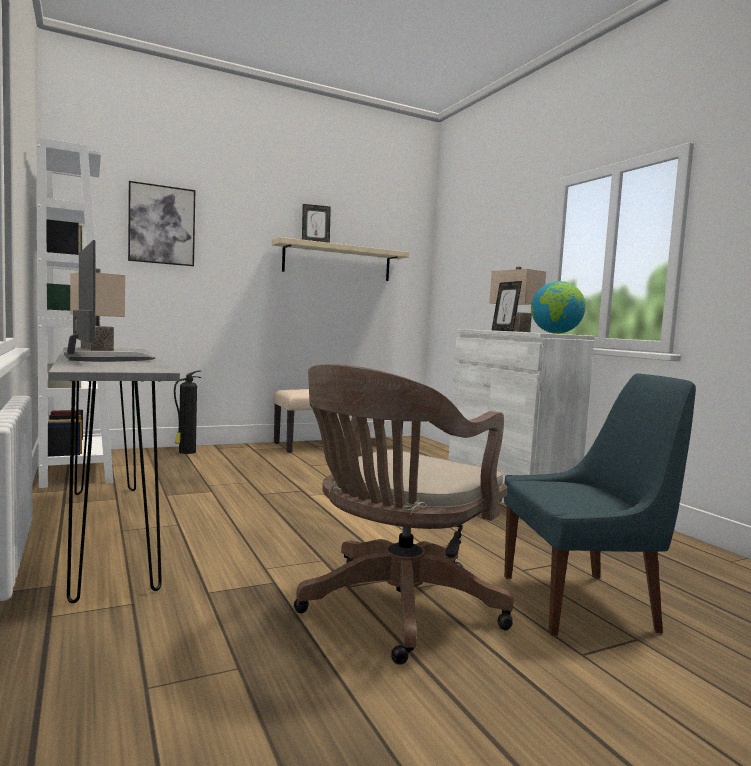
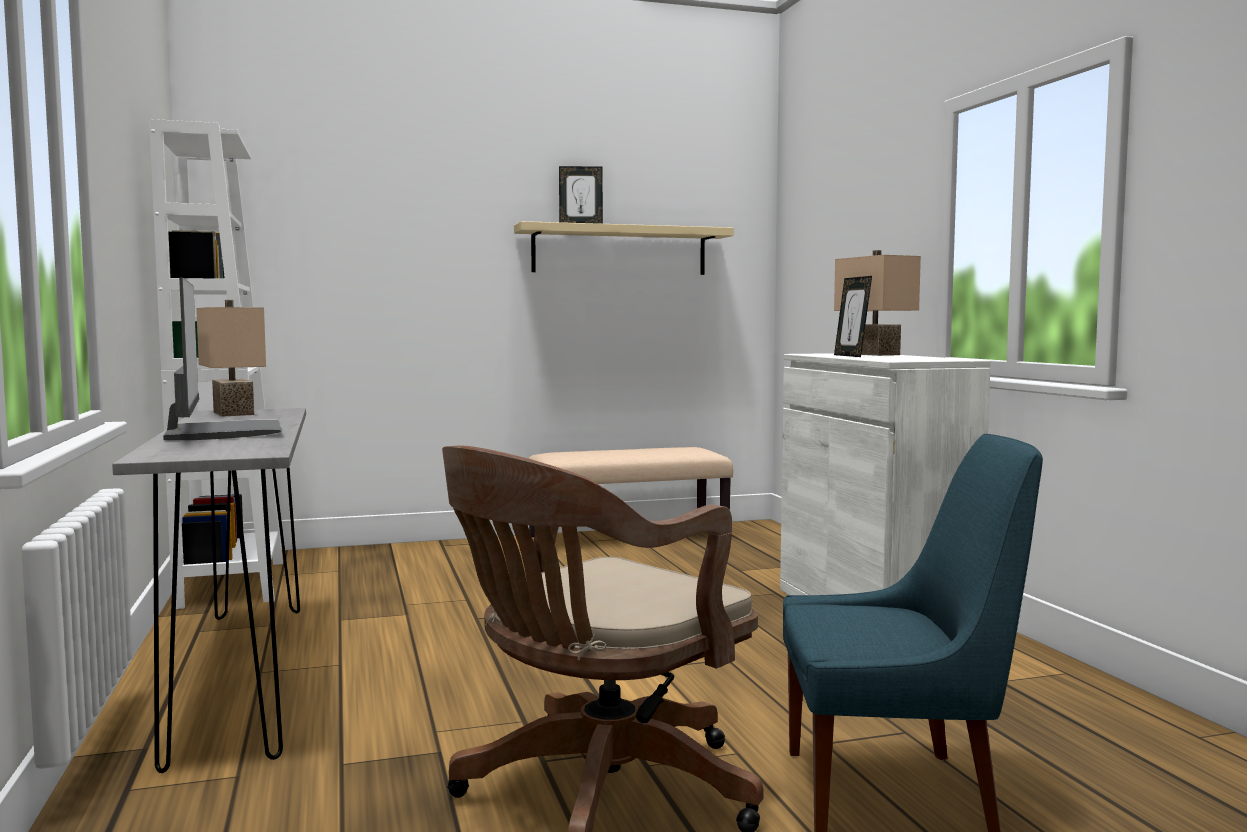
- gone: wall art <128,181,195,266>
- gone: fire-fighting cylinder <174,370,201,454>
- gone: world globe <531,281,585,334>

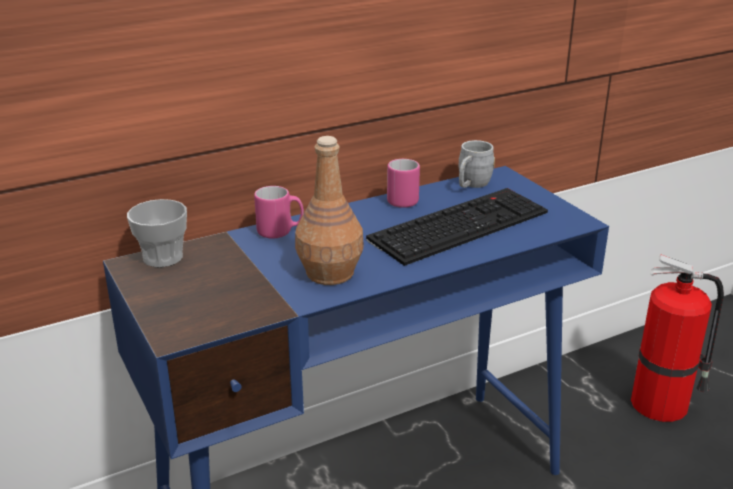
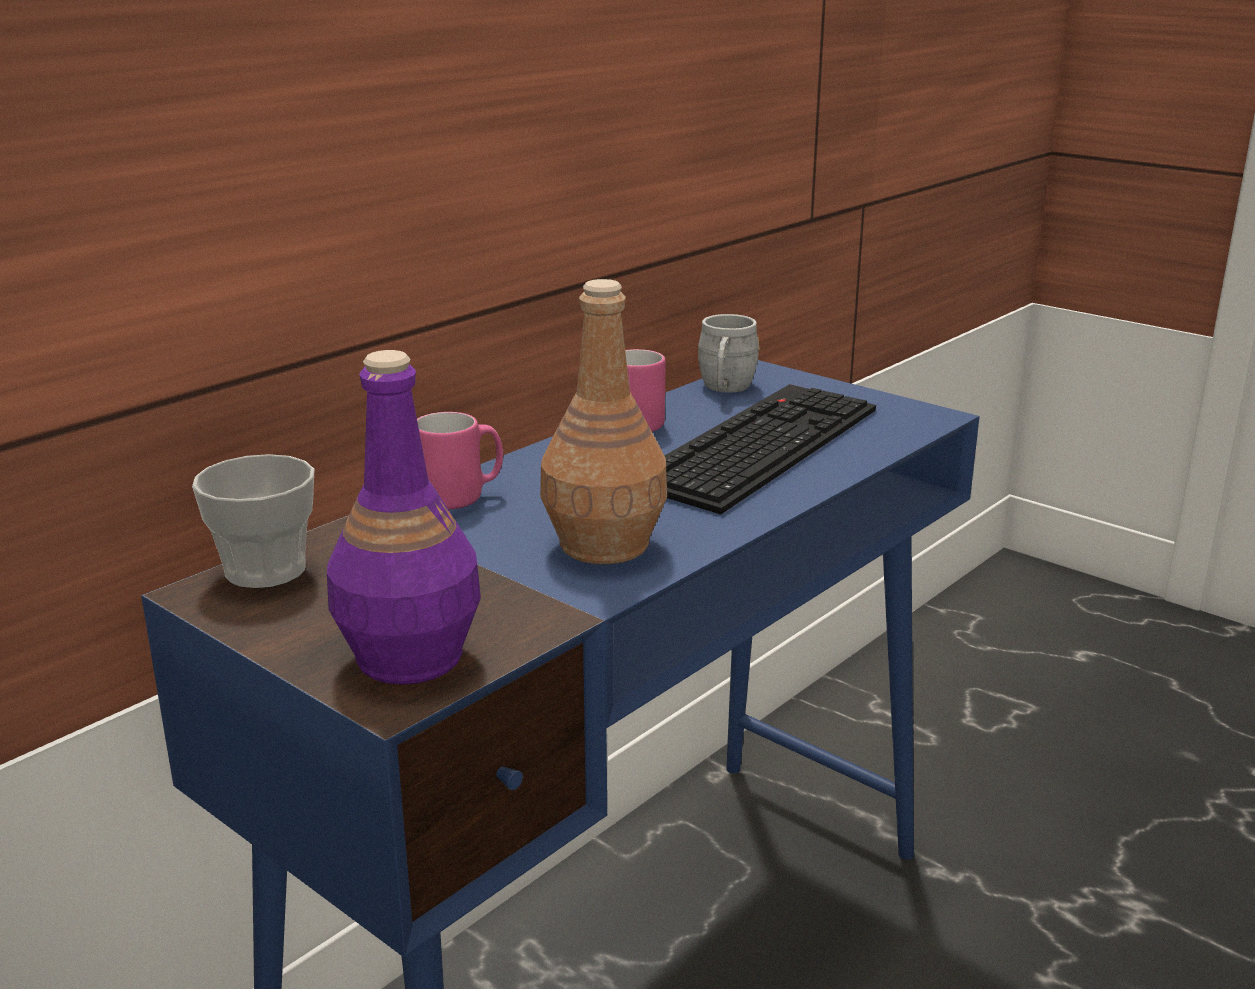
- gone: fire-fighting cylinder <631,255,724,422>
- new: beverage bottle (purple-coloured) <327,350,481,685>

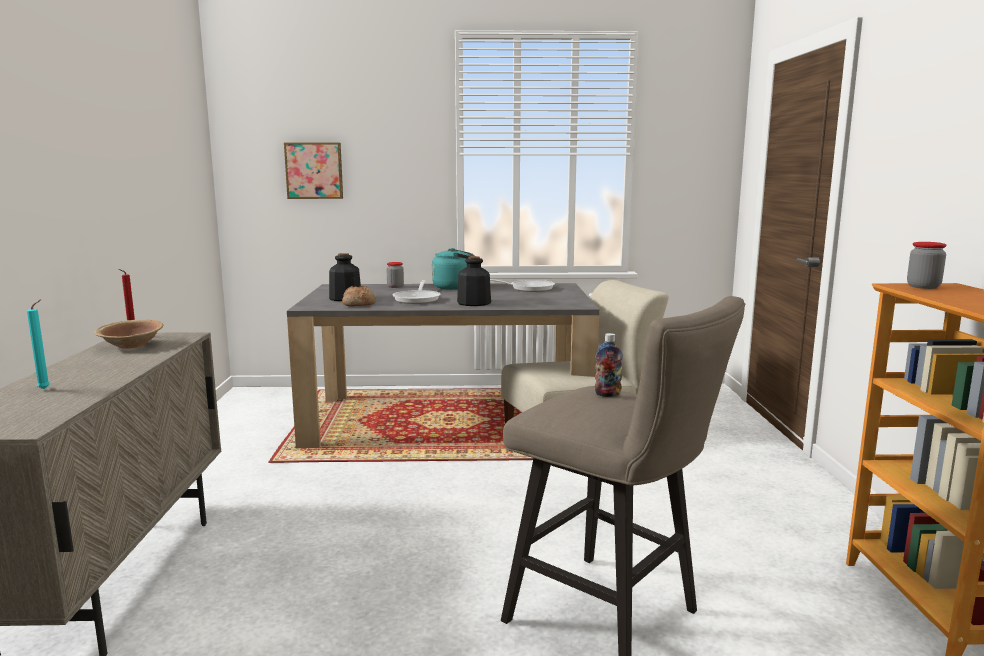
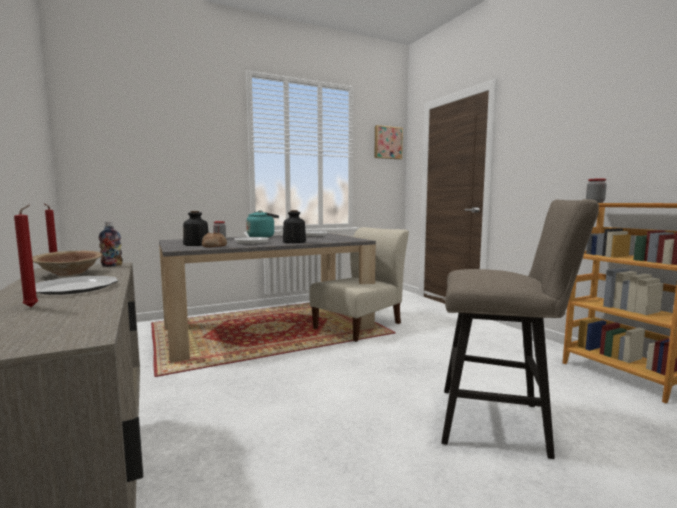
- repainted: candle (blue-green) <27,299,50,389> to candle (red) <14,205,38,307>
- shifted: wall art <284,143,343,199> to <374,125,403,159>
- shifted: beverage bottle <595,333,623,397> to <99,221,123,267>
- new: plate <35,276,118,295>

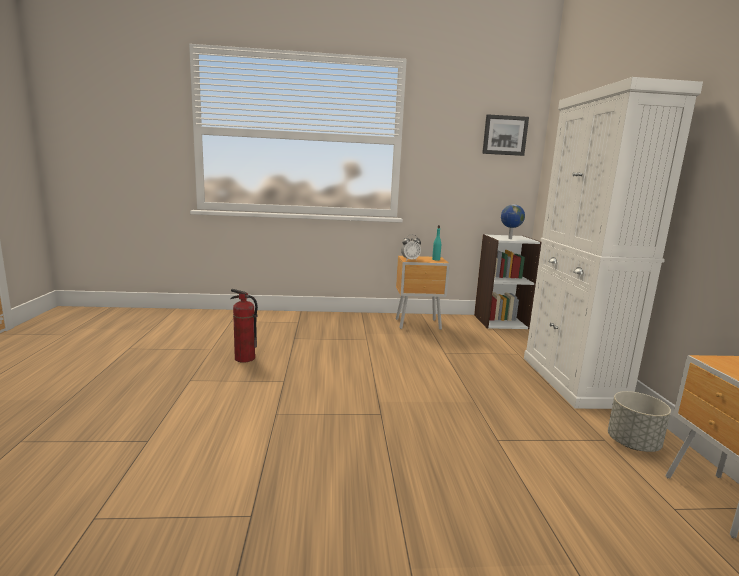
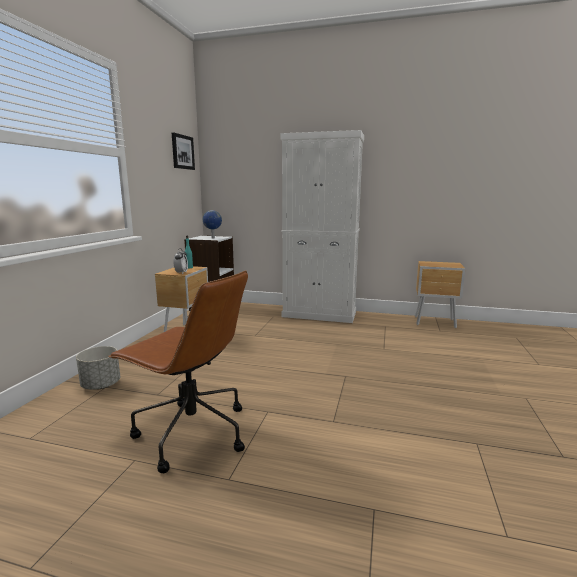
- swapped: fire-fighting cylinder <231,289,258,363> to computer chair (brownish) <108,270,248,473>
- shifted: plant pot (greyish) <608,391,671,452> to <76,346,120,390>

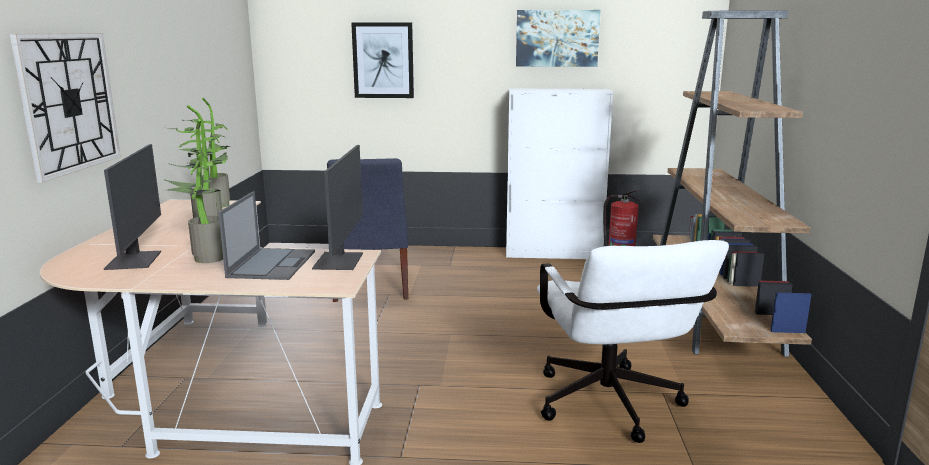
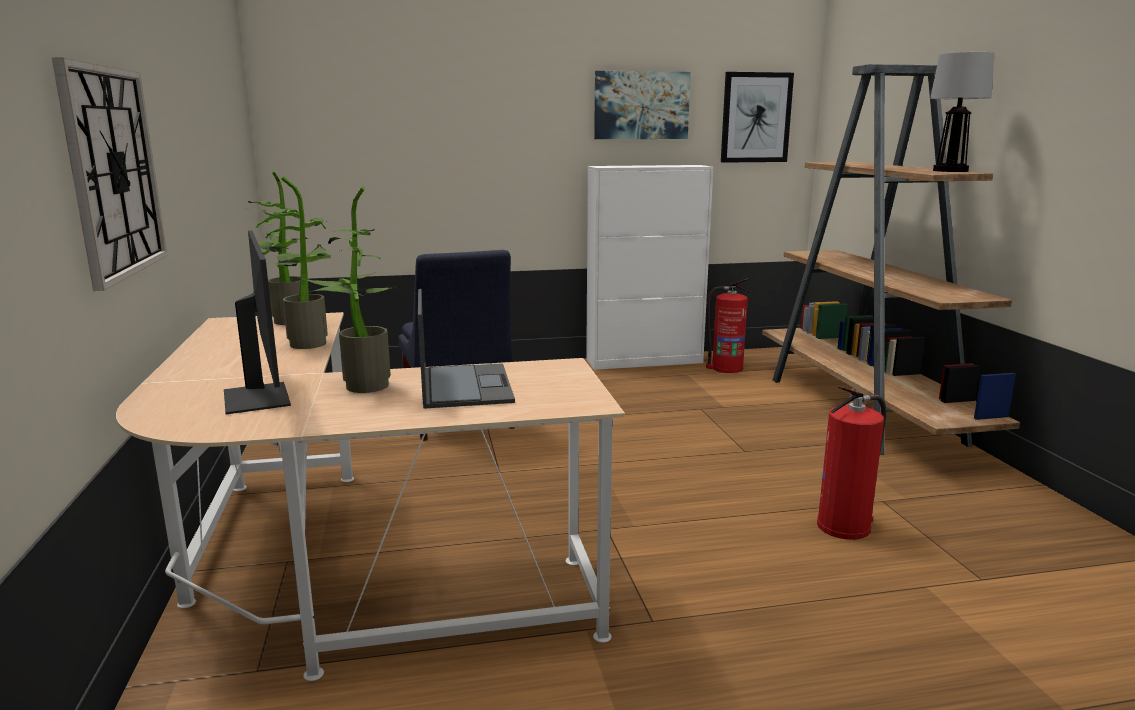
- gone: computer screen <312,145,363,270>
- shifted: wall art <351,22,414,98> to <721,72,794,163>
- swapped: computer chair (whitish) <537,240,729,443> to fire-fighting cylinder <817,387,887,540>
- new: lamp for a table <930,52,994,172>

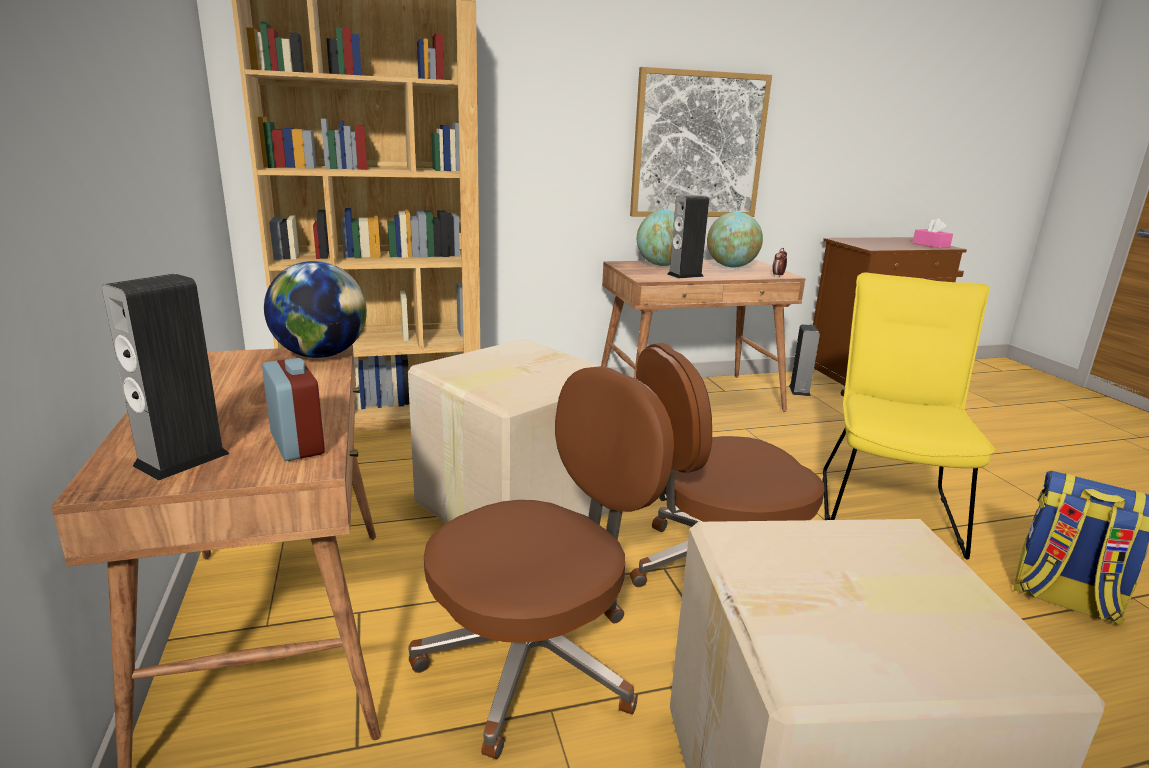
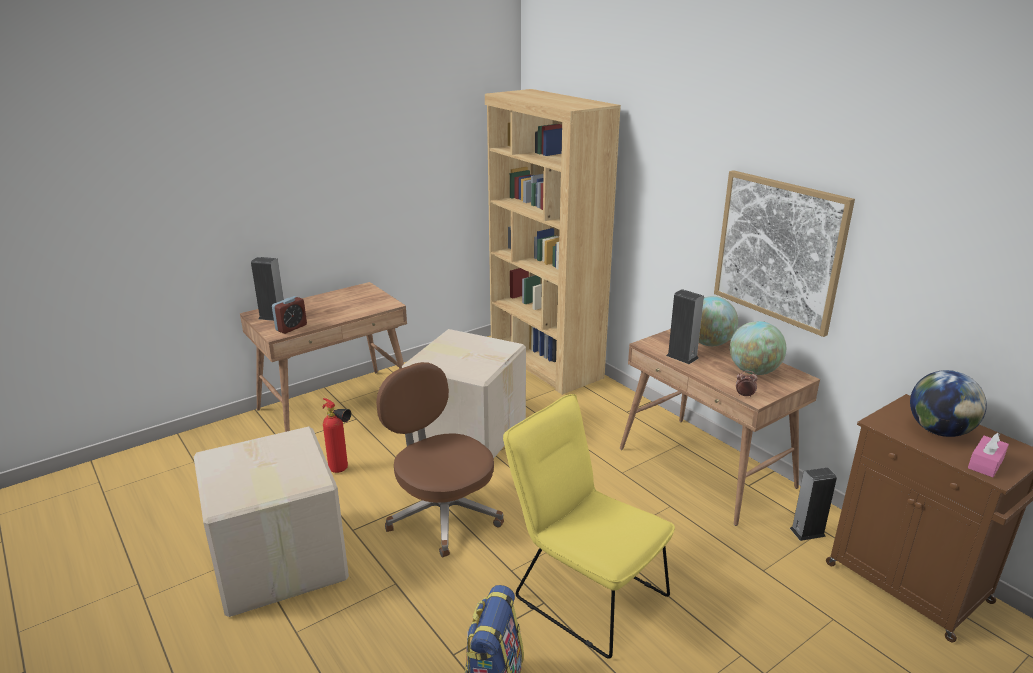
- shifted: world globe <264,261,367,358> to <910,370,987,437>
- swapped: computer chair (brownish) <408,366,674,759> to fire-fighting cylinder <323,398,351,473>
- rotated: upright chair (yellow-coloured) <822,272,995,559> = <503,394,675,659> 135 degrees counterclockwise

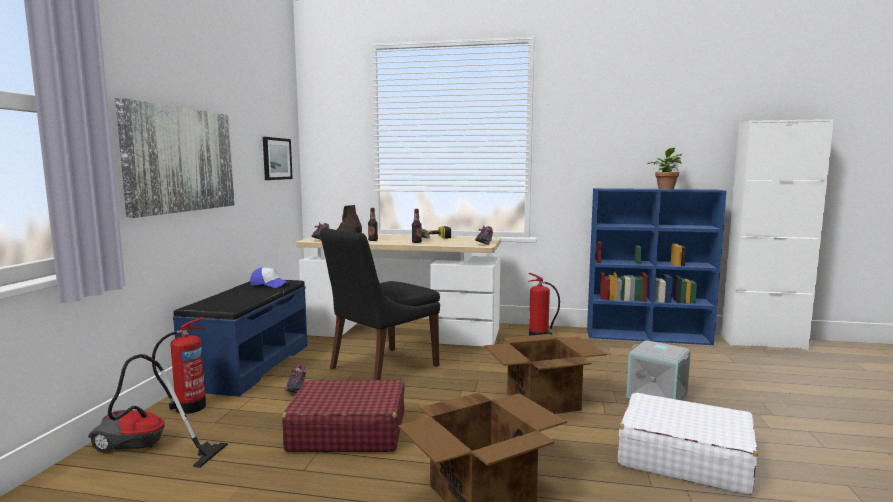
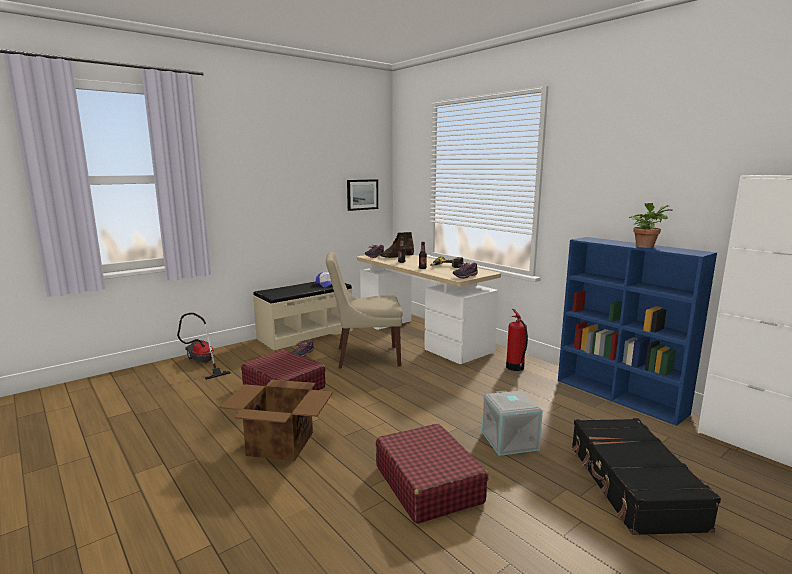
- gone: wall art <115,98,235,218>
- gone: fire-fighting cylinder <152,317,206,414>
- repainted: bench (blue-coloured) <173,280,307,396> to bench (beige) <253,281,353,350>
- repainted: upright chair (black-coloured) <320,228,440,380> to upright chair (beige) <326,252,403,368>
- gone: carton <484,334,607,414>
- repainted: travel case (whitish) <618,393,758,495> to travel case (red) <376,424,488,524>
- new: travel case (black-coloured) <572,418,721,535>

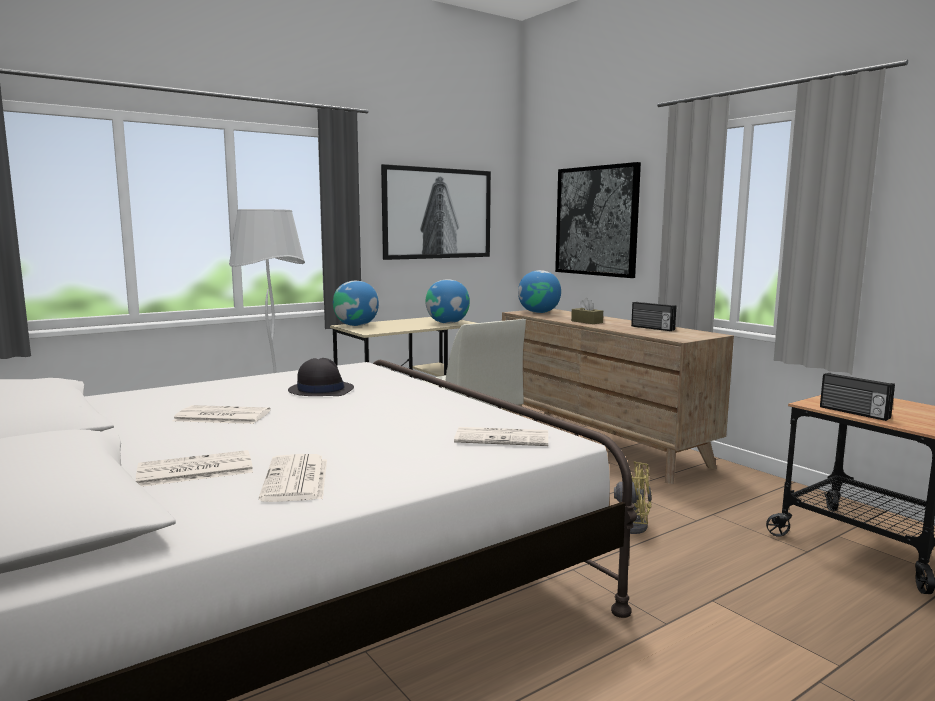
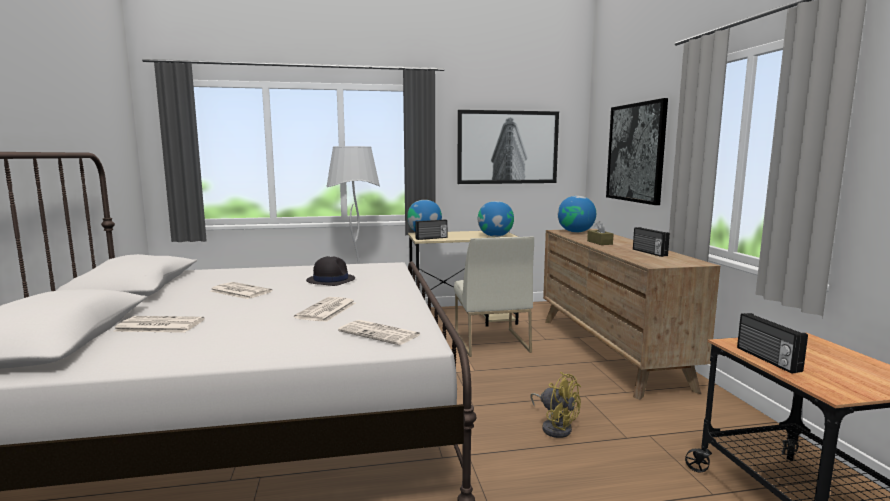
- shifted: newspaper <259,454,327,502> to <294,297,356,322>
- new: radio receiver <415,219,447,240>

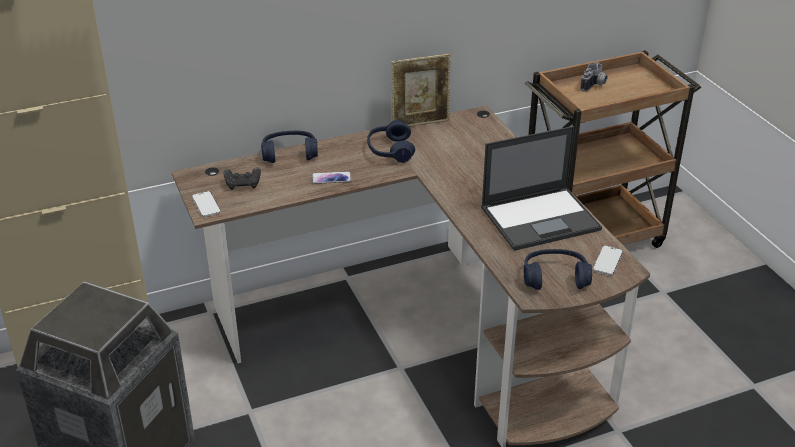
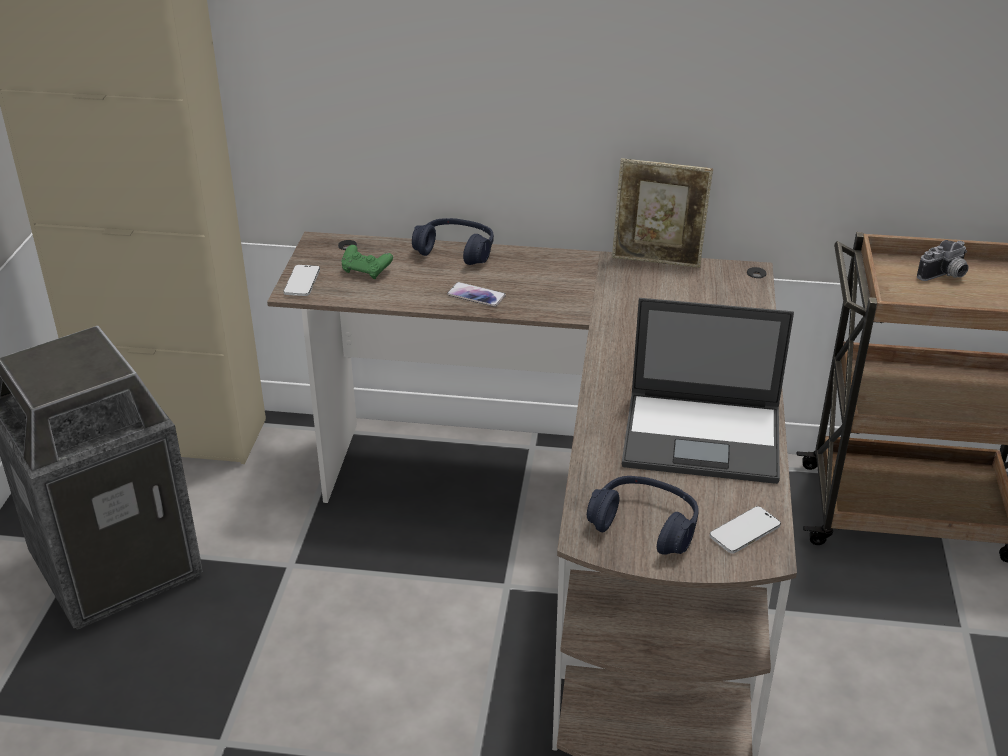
- repainted: joypad (black-coloured) <224,167,261,190> to joypad (green) <342,245,393,279>
- gone: pair of headphones (blue-coloured) <367,120,415,163>

